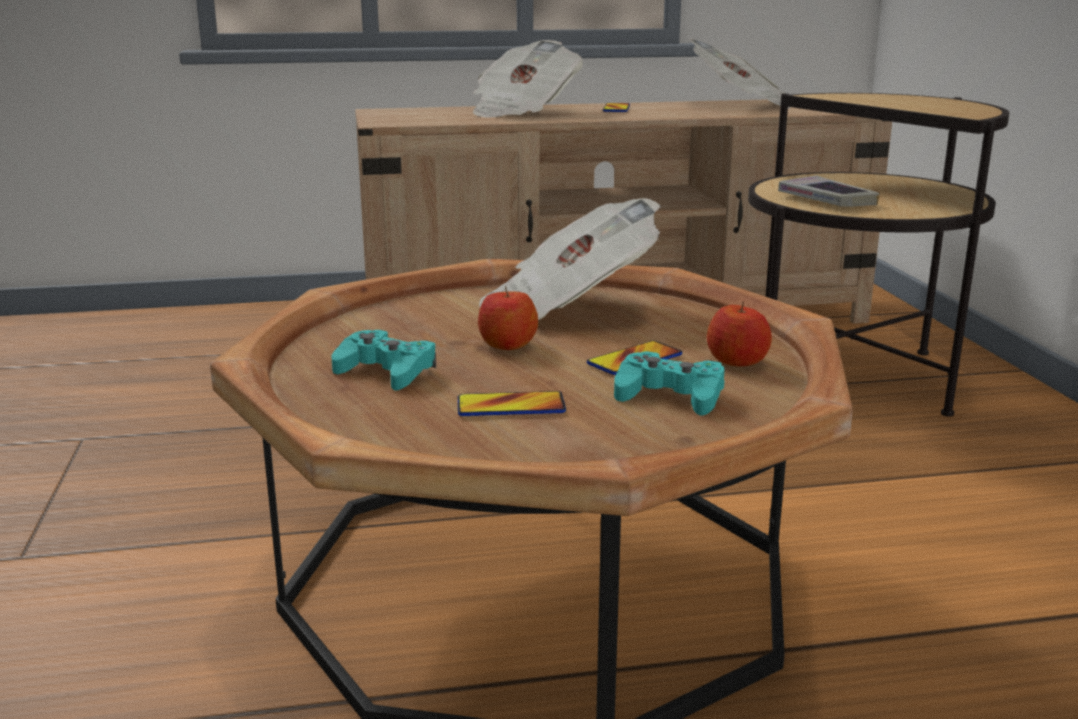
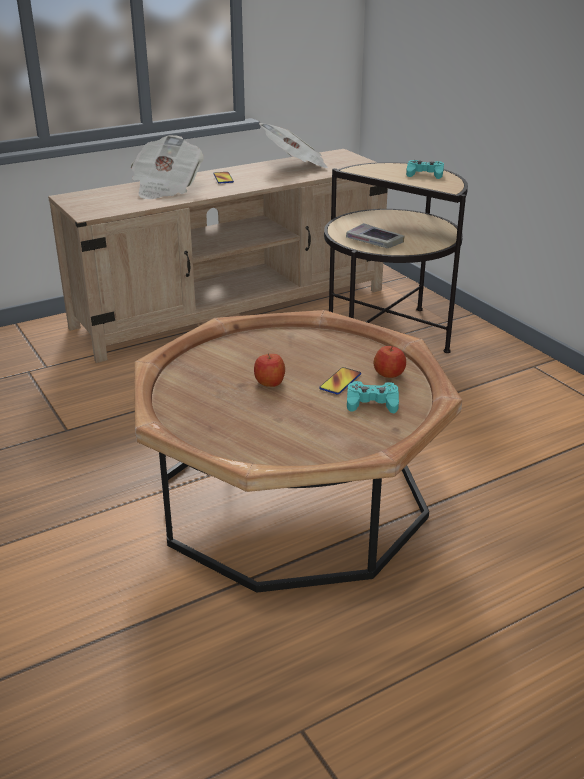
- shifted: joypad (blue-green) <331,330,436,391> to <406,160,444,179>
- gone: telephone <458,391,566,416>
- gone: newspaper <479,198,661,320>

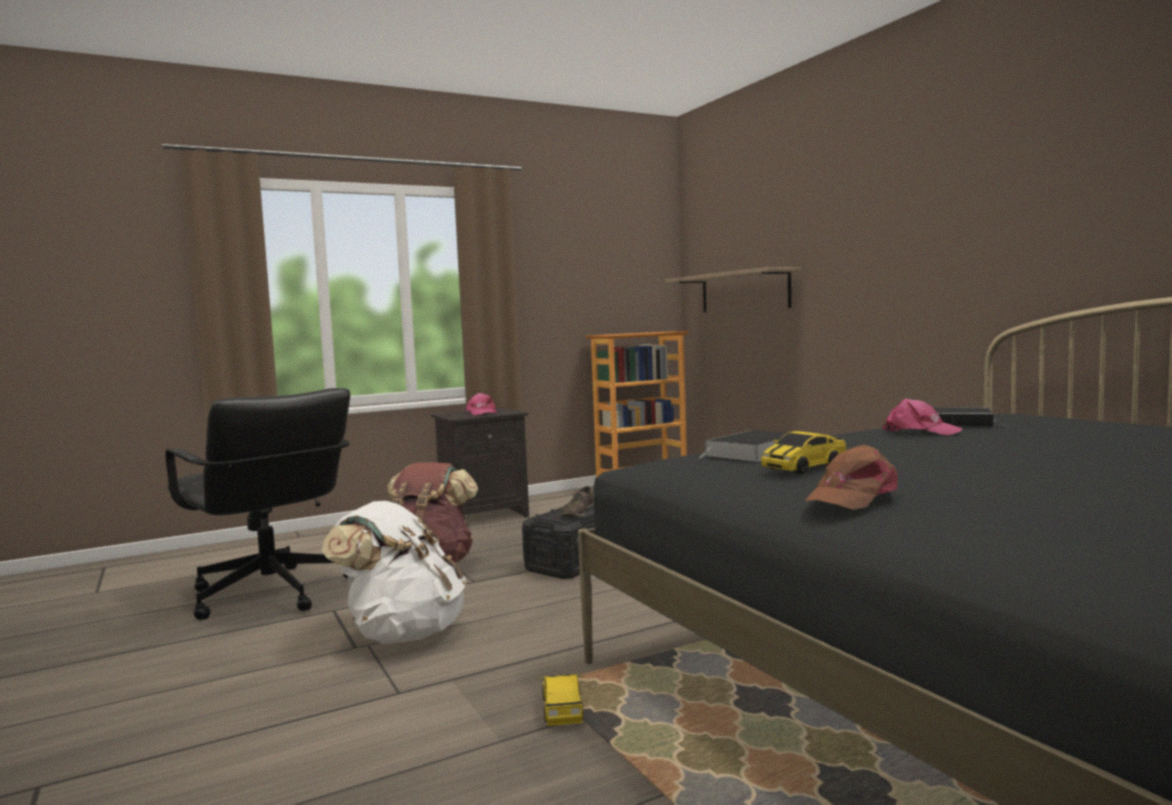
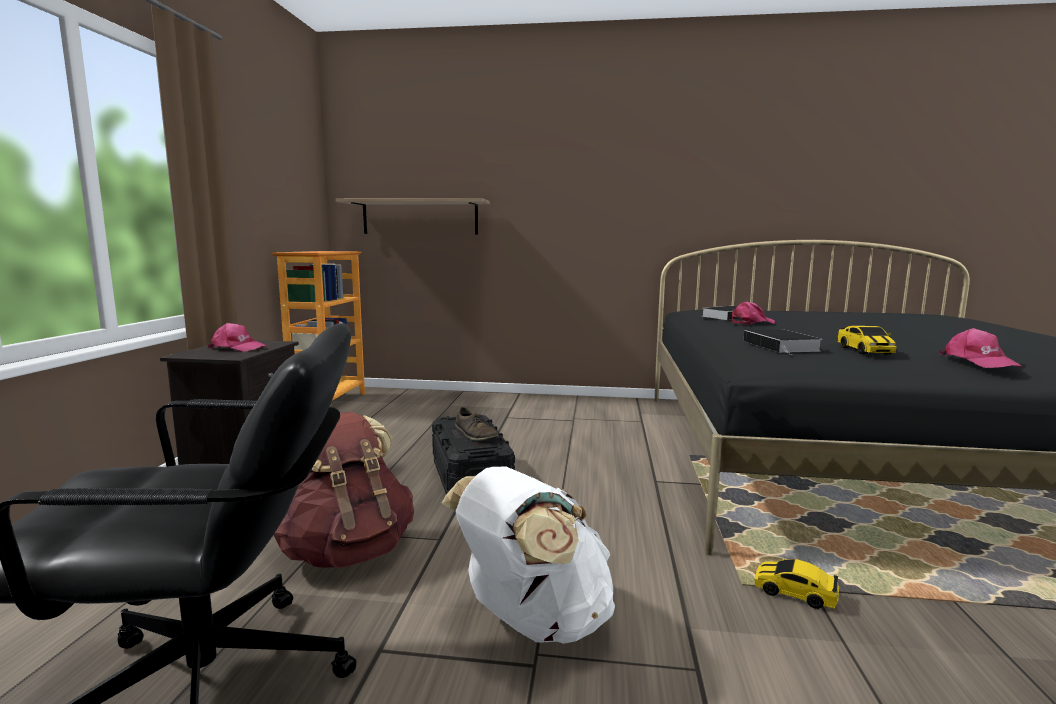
- repainted: peaked cap (brownish) <805,445,898,510> to peaked cap (pink) <939,328,1022,368>

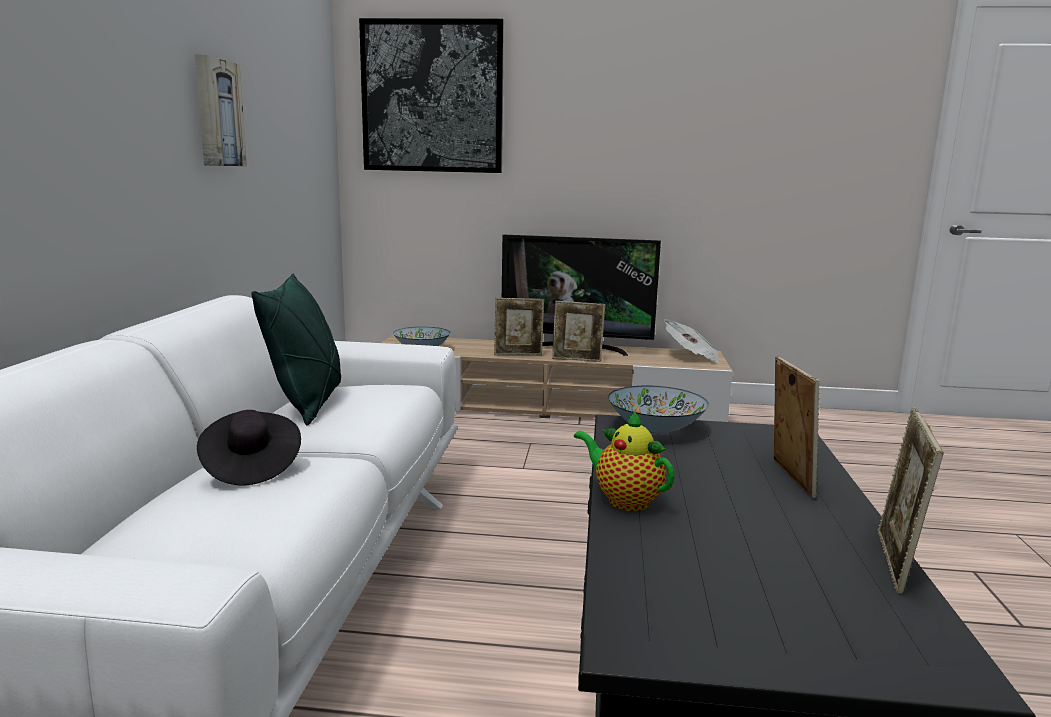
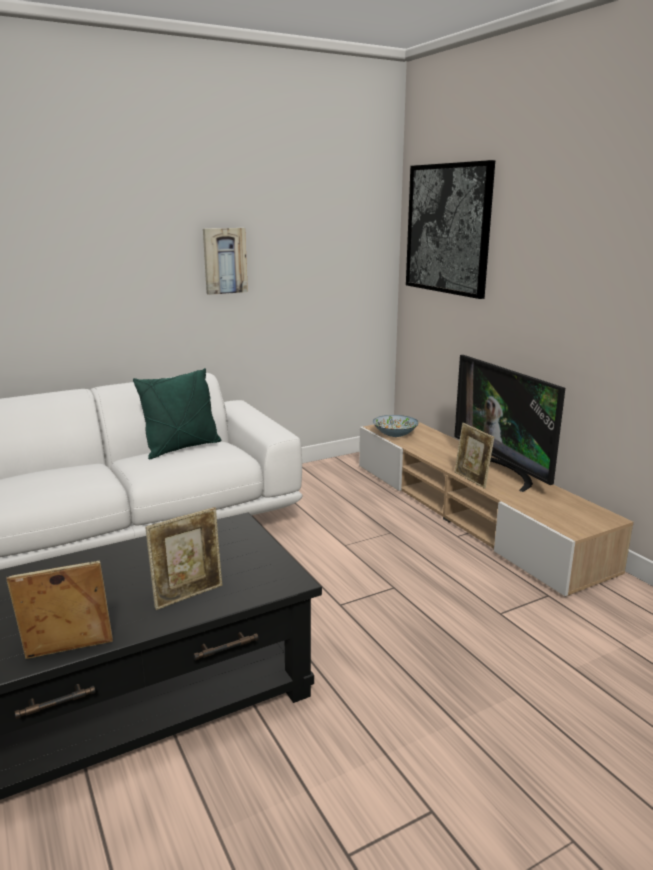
- gone: clothing hat (black-coloured) <197,410,301,486>
- gone: standing frame <494,298,544,355>
- gone: teapot <574,411,675,511>
- gone: deep dish <608,385,709,433>
- gone: newspaper <664,319,719,363>

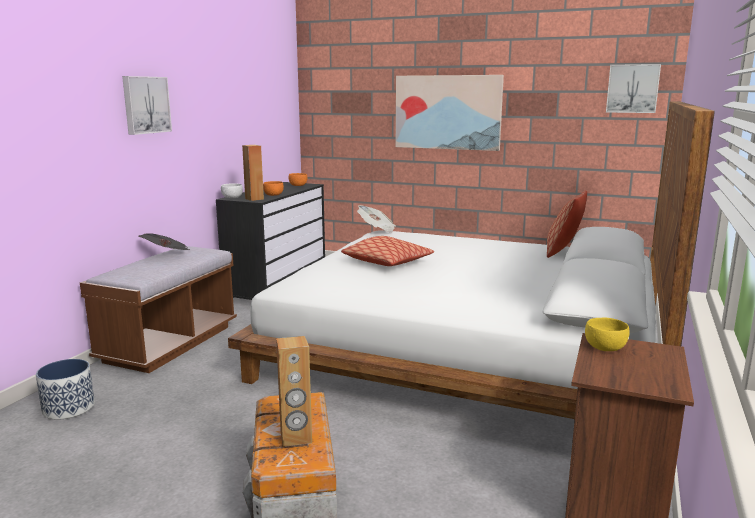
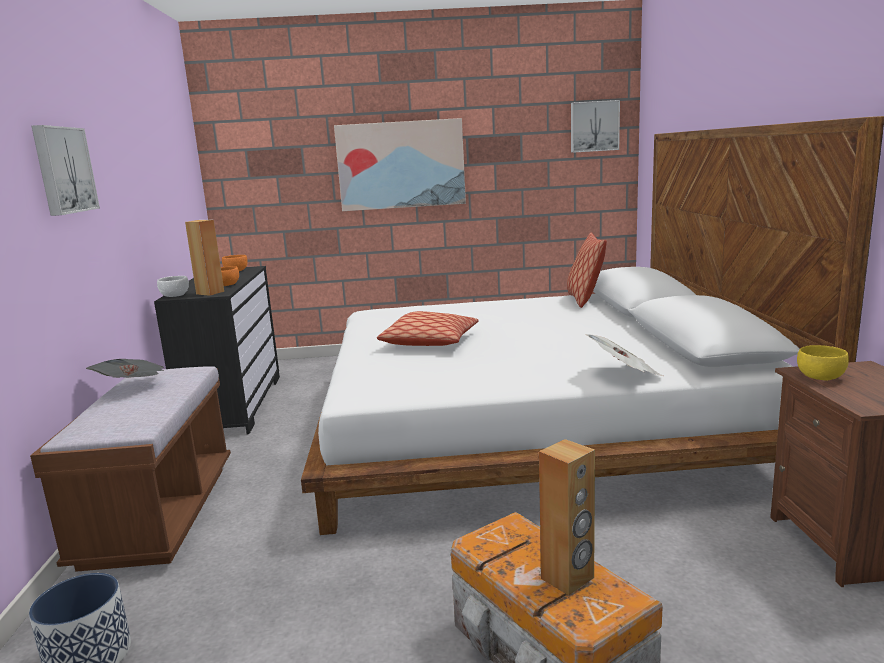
- shifted: newspaper <357,205,396,233> to <585,334,663,376>

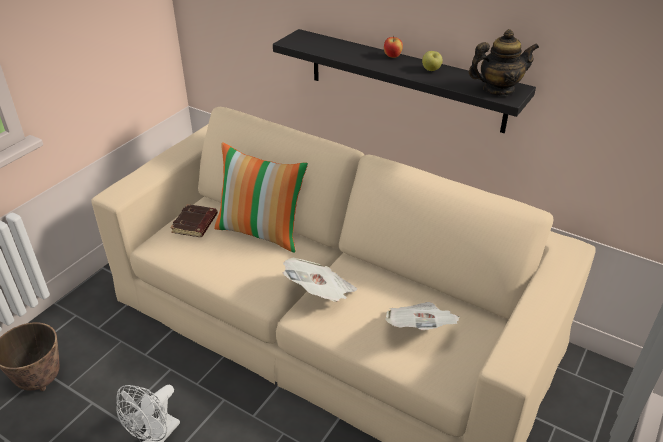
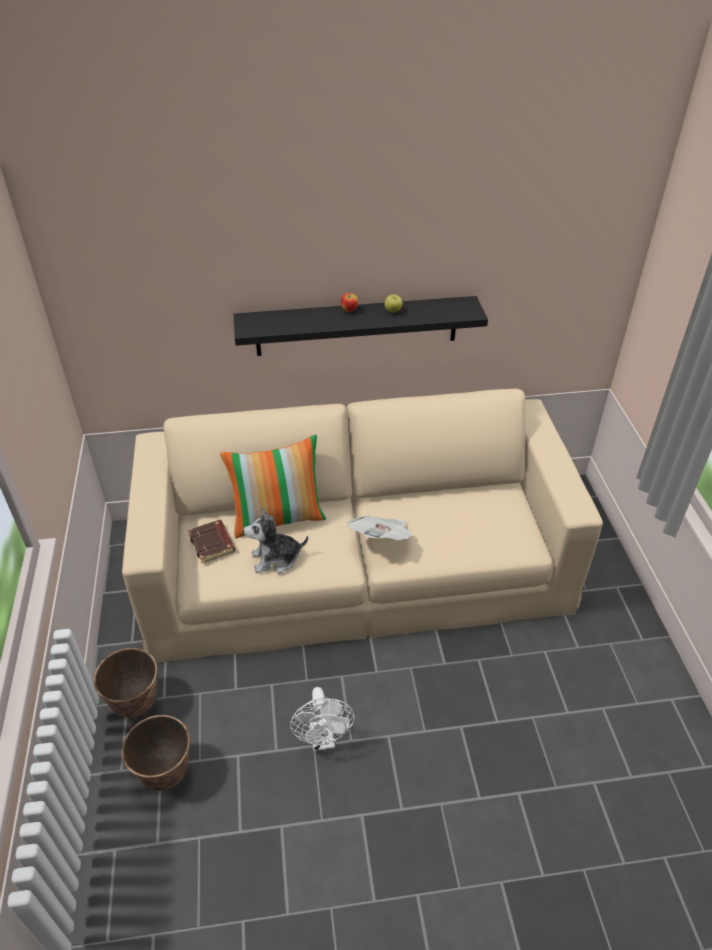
- gone: newspaper <385,302,459,330>
- gone: teapot <468,29,539,96>
- new: plant pot <93,648,157,719>
- new: plush toy <243,507,308,574>

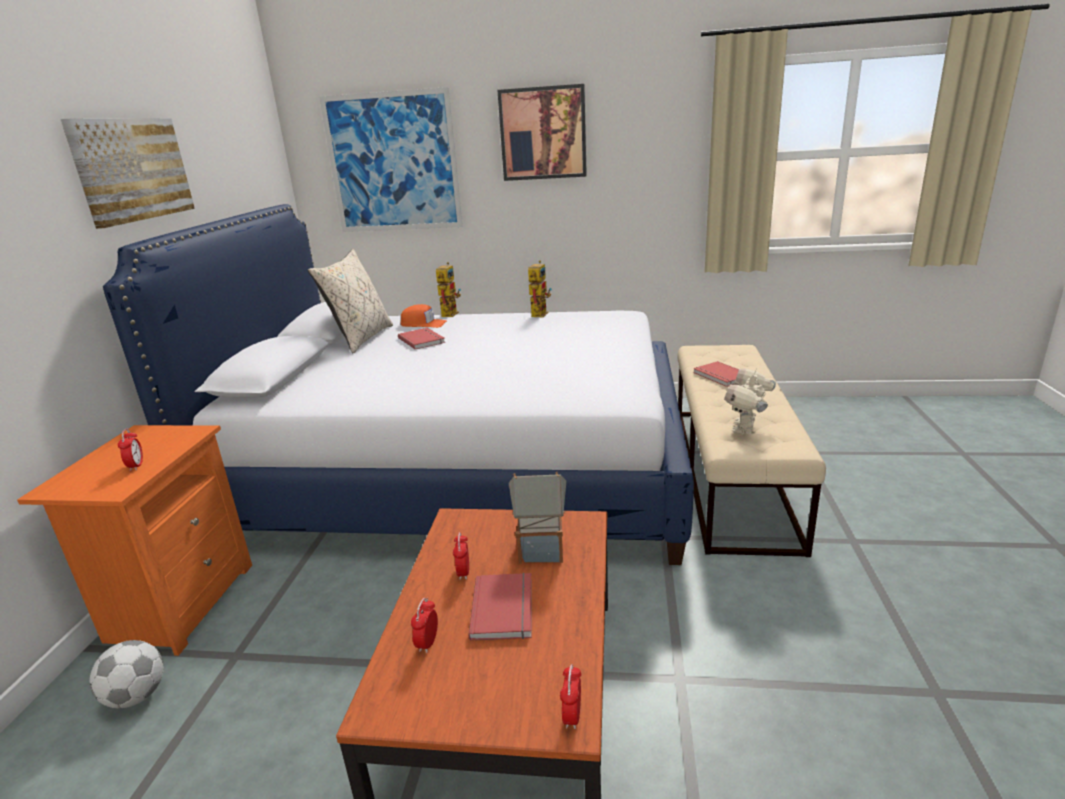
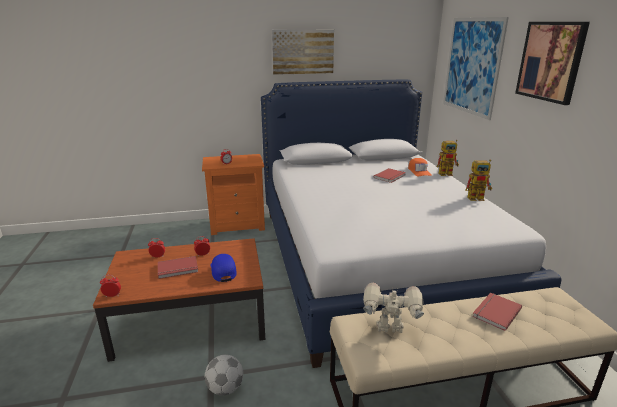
- shifted: football ball <89,640,164,708> to <205,355,243,396>
- gone: cushion (beige) <308,249,393,353>
- swapped: toy house <509,471,566,564> to peaked cap (blue-coloured) <210,254,237,282>

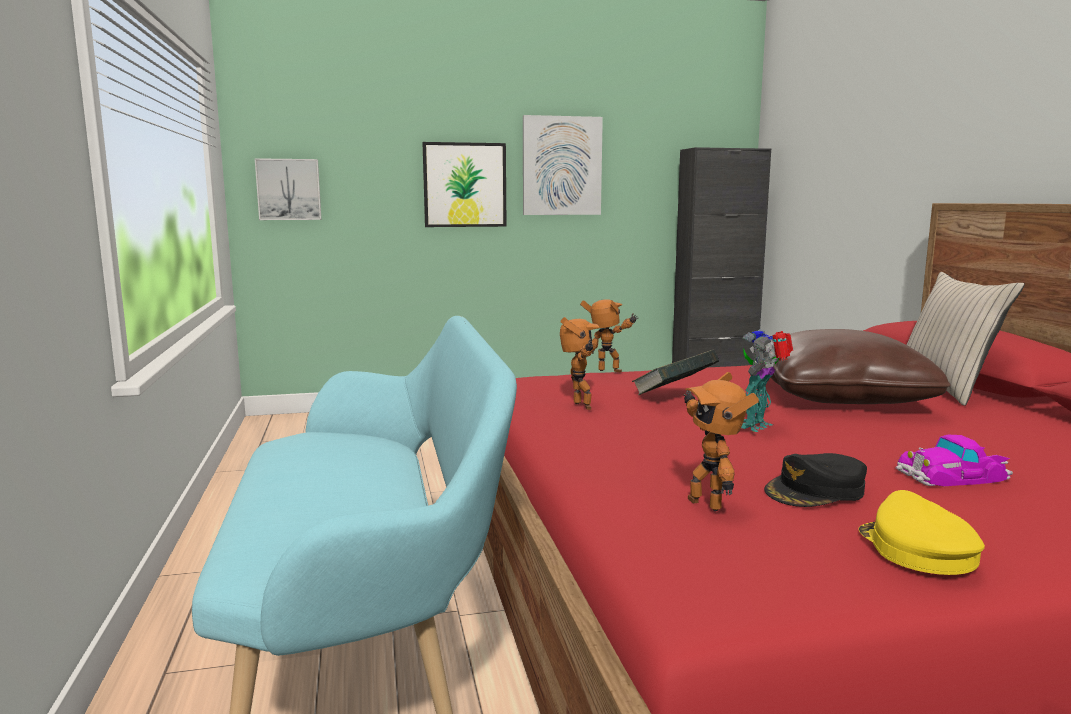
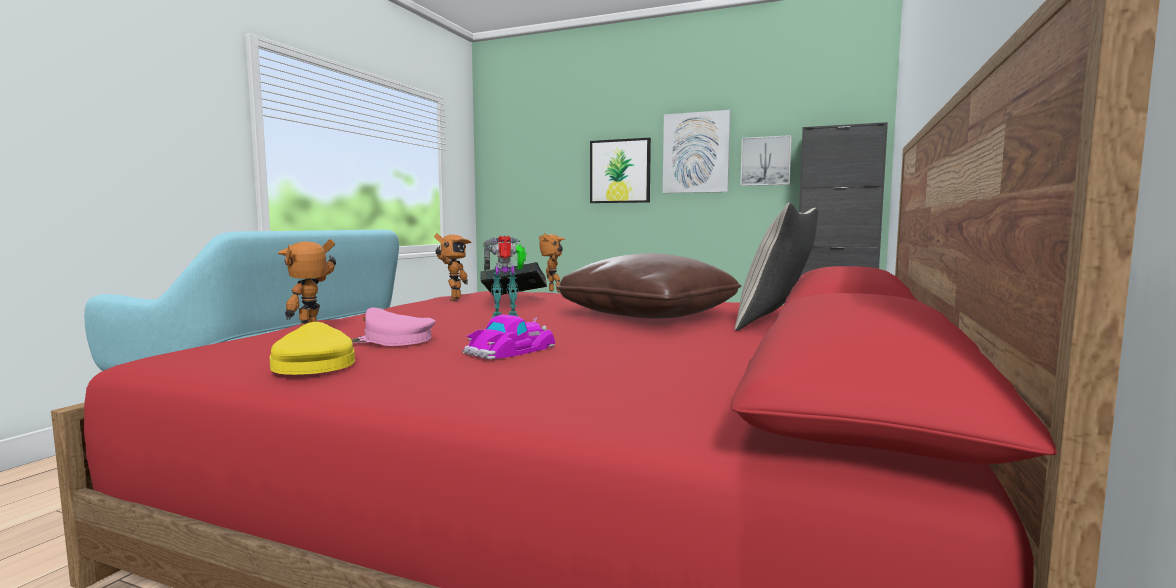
- shifted: wall art <255,158,321,220> to <740,135,792,186>
- repainted: peaked cap (black-coloured) <764,453,867,507> to peaked cap (pink) <351,308,436,346>
- rotated: peaked cap (yellow-coloured) <858,490,985,575> = <270,322,355,375> 45 degrees counterclockwise
- rotated: toy car <896,435,1013,486> = <462,314,555,359> 105 degrees clockwise

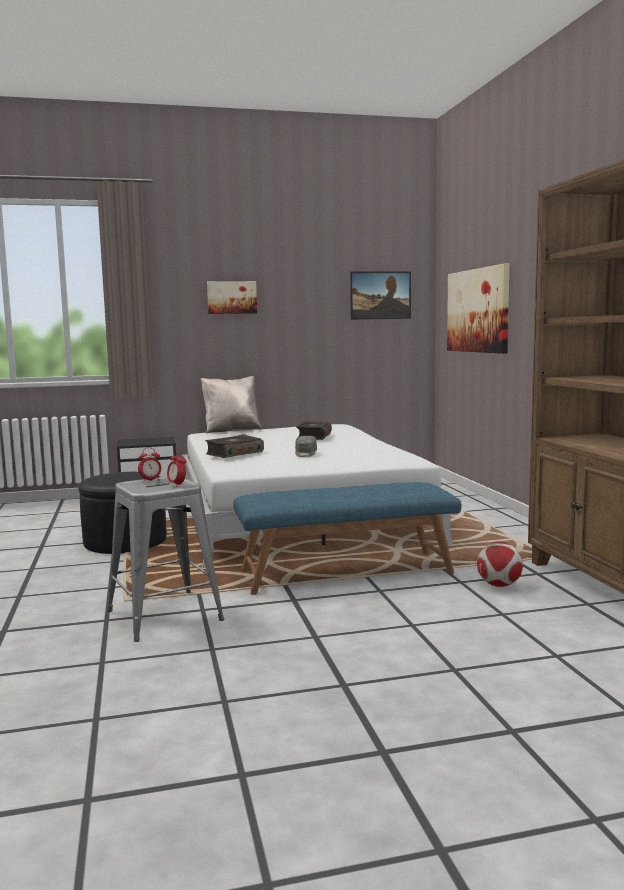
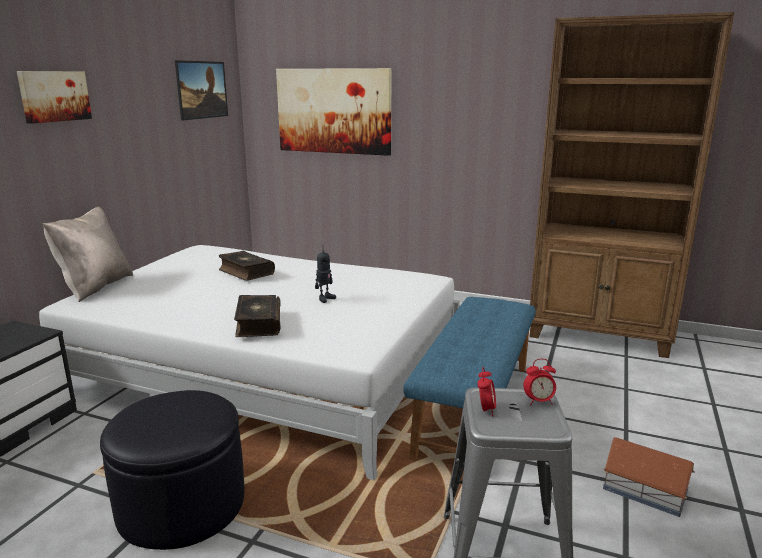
- swapped: peaked cap (greyish) <295,436,317,457> to toy robot <315,245,336,303>
- gone: football ball <477,542,523,587>
- new: toy house <603,437,695,517>

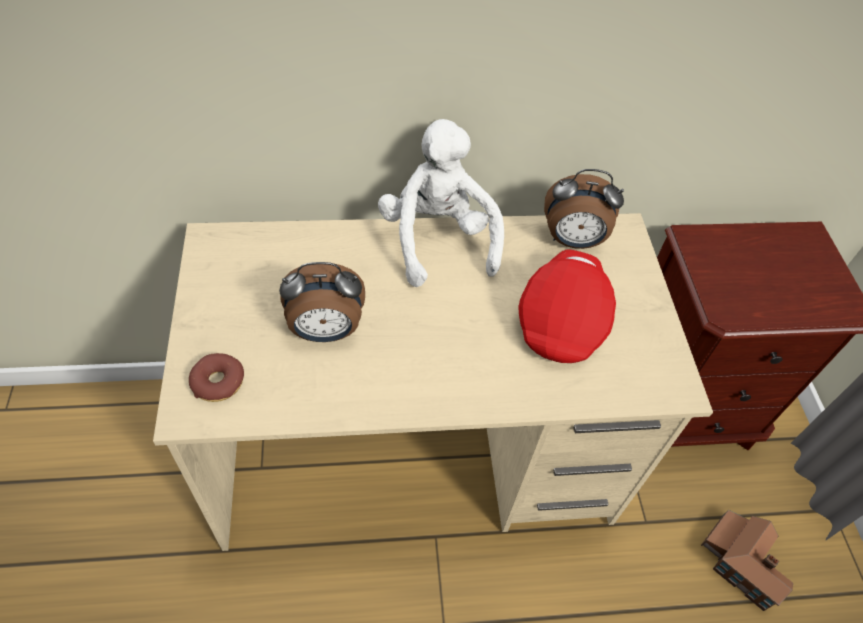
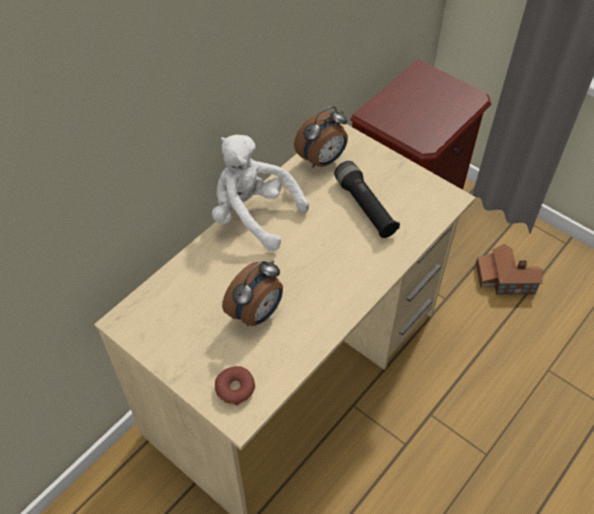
- swapped: peaked cap (red) <518,249,616,363> to flashlight (black-coloured) <334,161,400,238>

